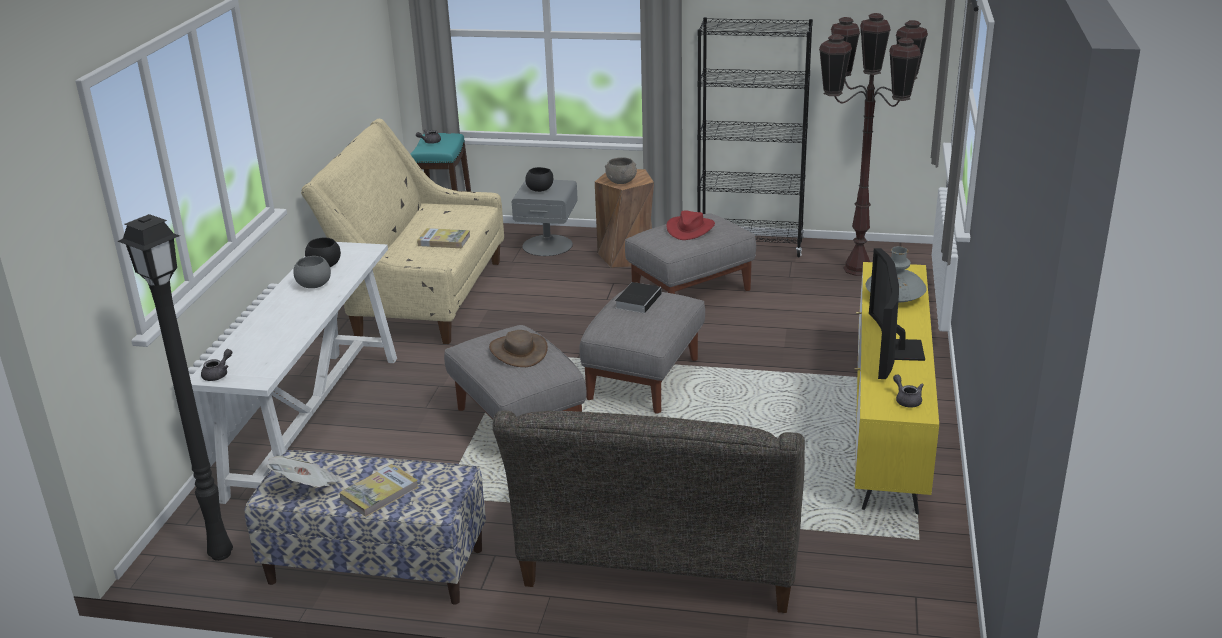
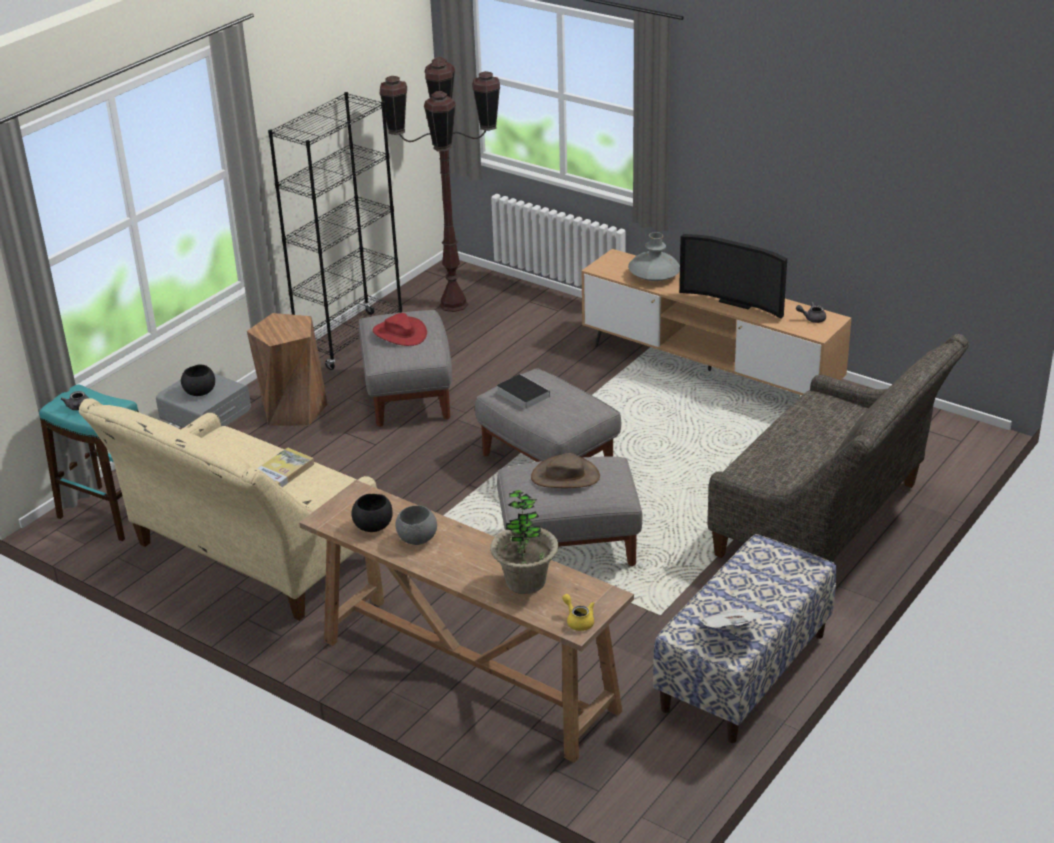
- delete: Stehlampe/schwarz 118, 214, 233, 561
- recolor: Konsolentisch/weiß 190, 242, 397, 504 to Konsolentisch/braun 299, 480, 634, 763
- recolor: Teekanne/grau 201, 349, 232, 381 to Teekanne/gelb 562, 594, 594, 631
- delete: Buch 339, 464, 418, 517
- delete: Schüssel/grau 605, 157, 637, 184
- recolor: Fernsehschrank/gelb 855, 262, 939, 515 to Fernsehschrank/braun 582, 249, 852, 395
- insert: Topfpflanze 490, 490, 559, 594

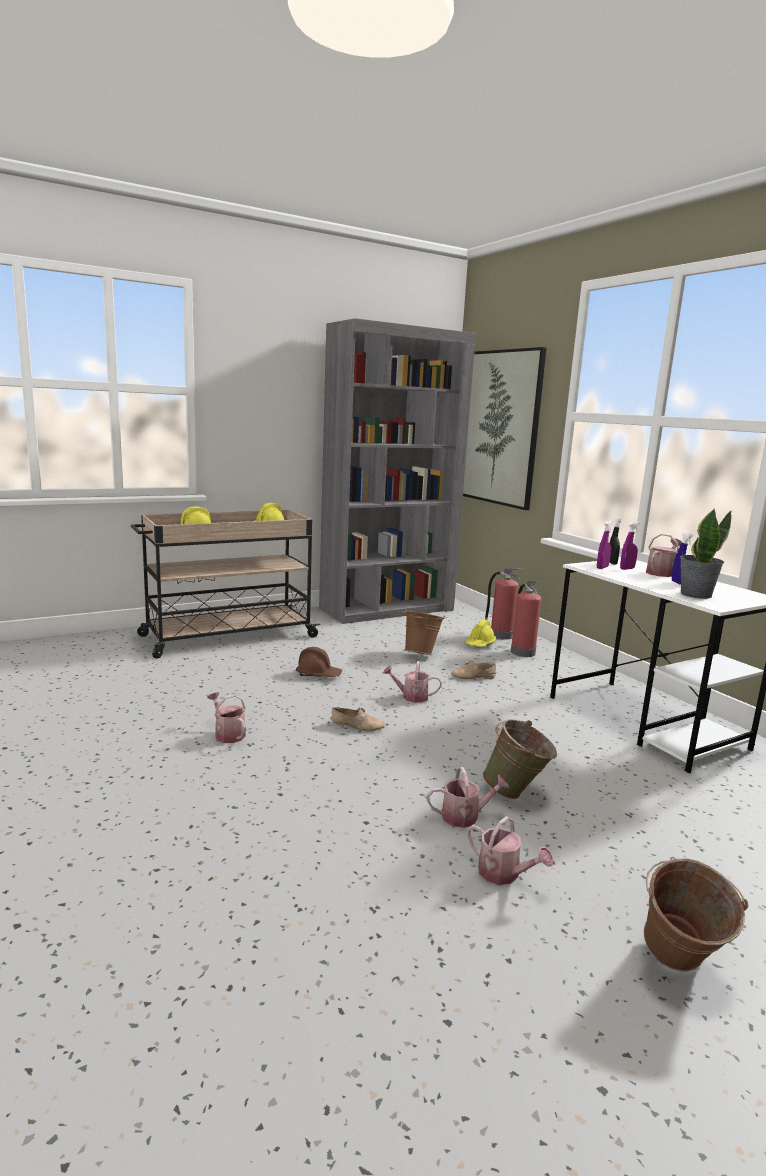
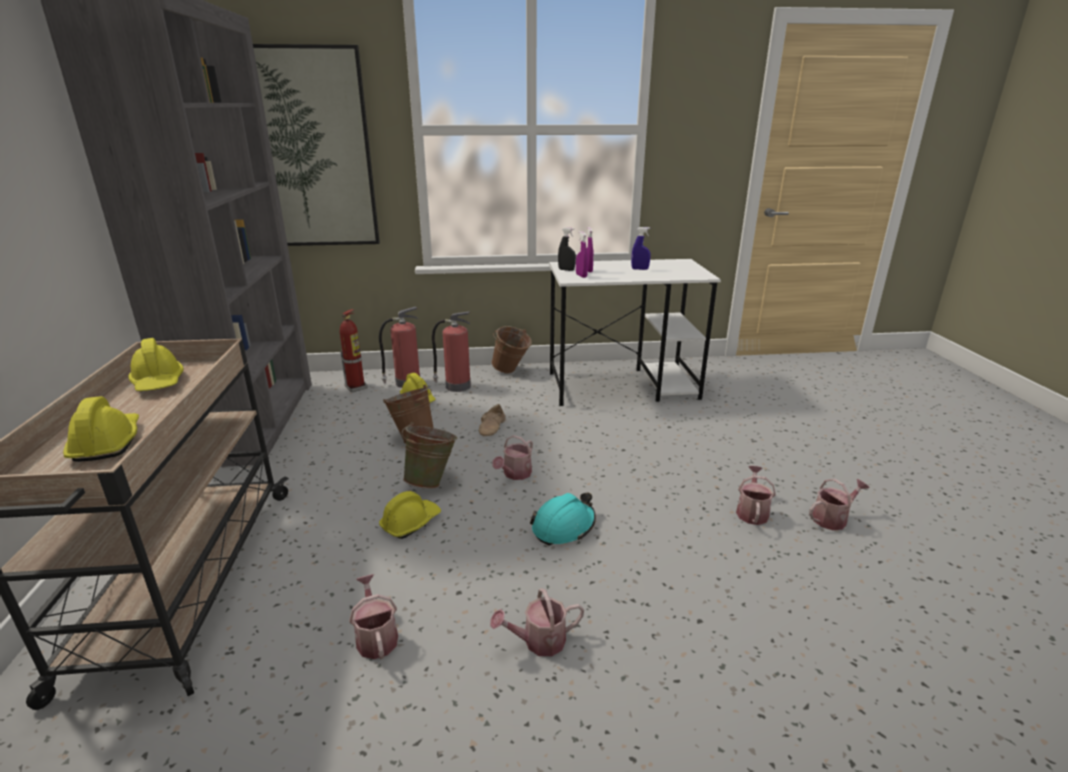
- recolor: Schutzhelm/braun 296, 647, 342, 677 to Schutzhelm/gelb 379, 491, 441, 539
- replace: Schuh/beige 330, 707, 385, 732 to Schutzhelm/türkis 530, 493, 596, 545
- move: Eimer/grün 483, 719, 557, 799 to 401, 422, 457, 489
- move: Eimer/braun 644, 858, 748, 971 to 491, 326, 532, 374
- move: Gießkanne 646, 534, 682, 577 to 349, 574, 398, 660
- delete: Topfpflanze 680, 509, 731, 599
- insert: Feuerlöscher 340, 309, 368, 393

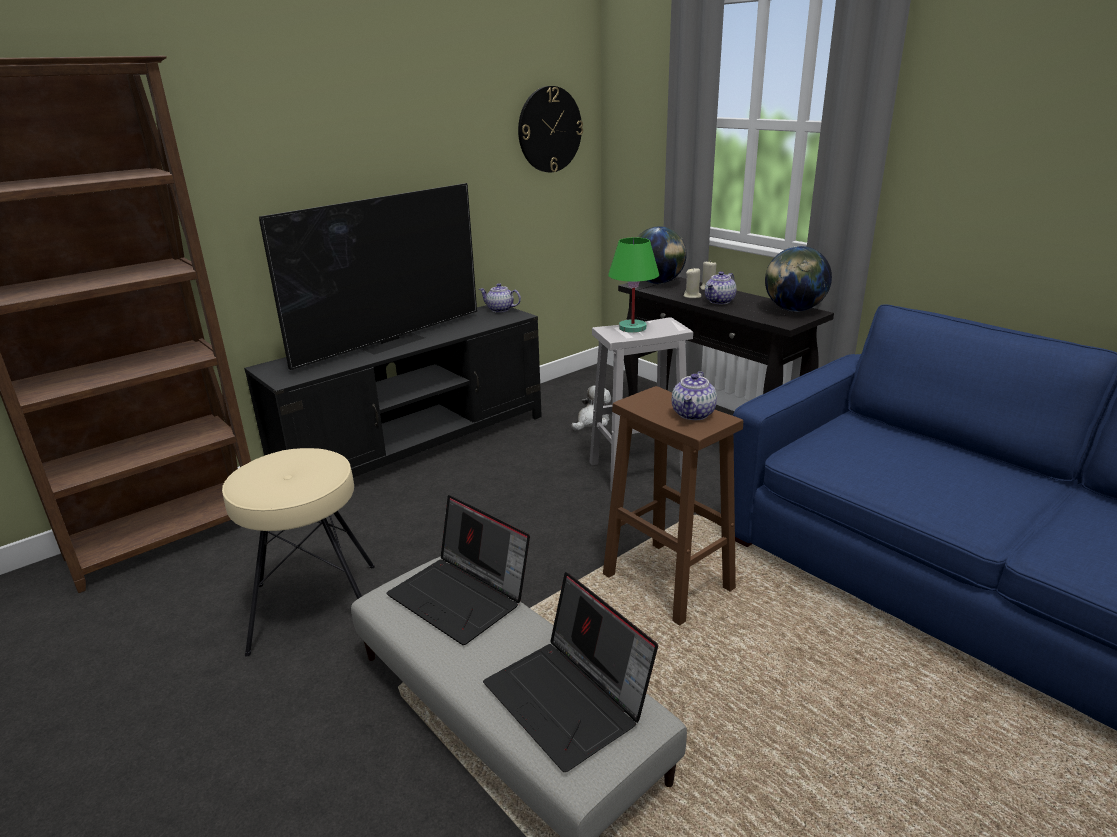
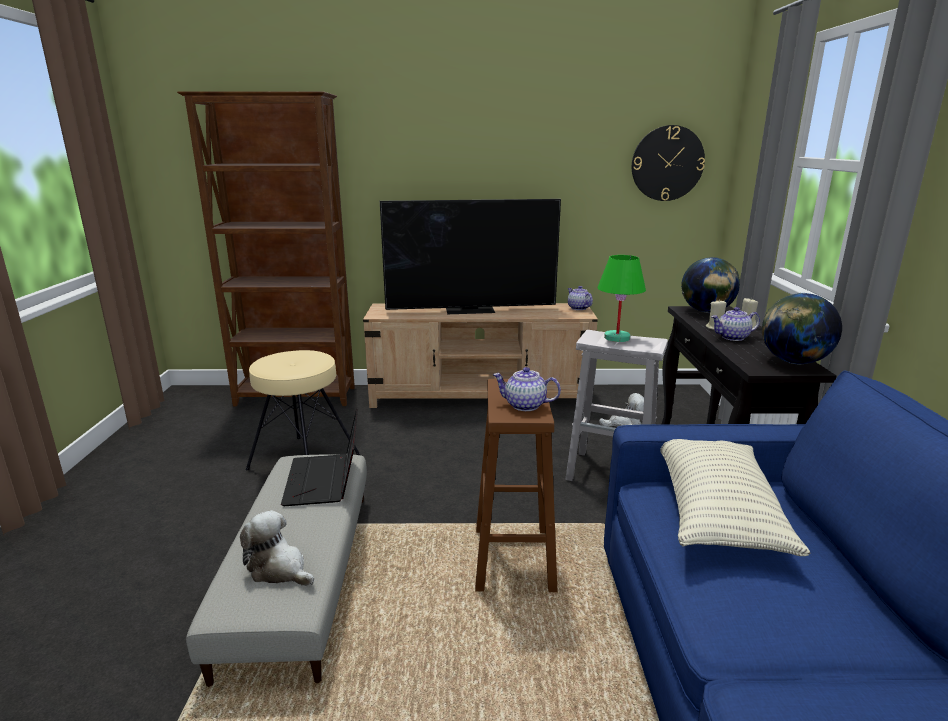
- recolor: Fernsehschrank/schwarz 244, 305, 542, 477 to Fernsehschrank/beige 363, 303, 598, 408
- replace: Laptop 483, 572, 658, 772 to Plüschtier 240, 510, 314, 586
- rotate: Teekanne 672, 371, 717, 420 = 493, 367, 561, 411 45 degrees clockwise
- insert: Kissen 660, 439, 810, 556

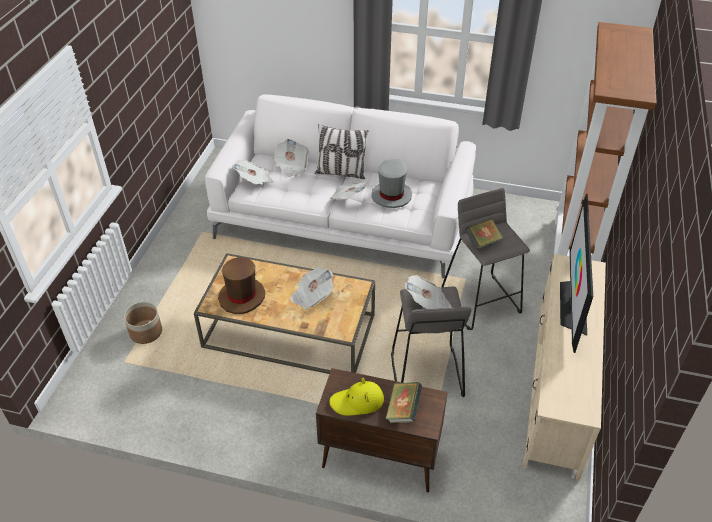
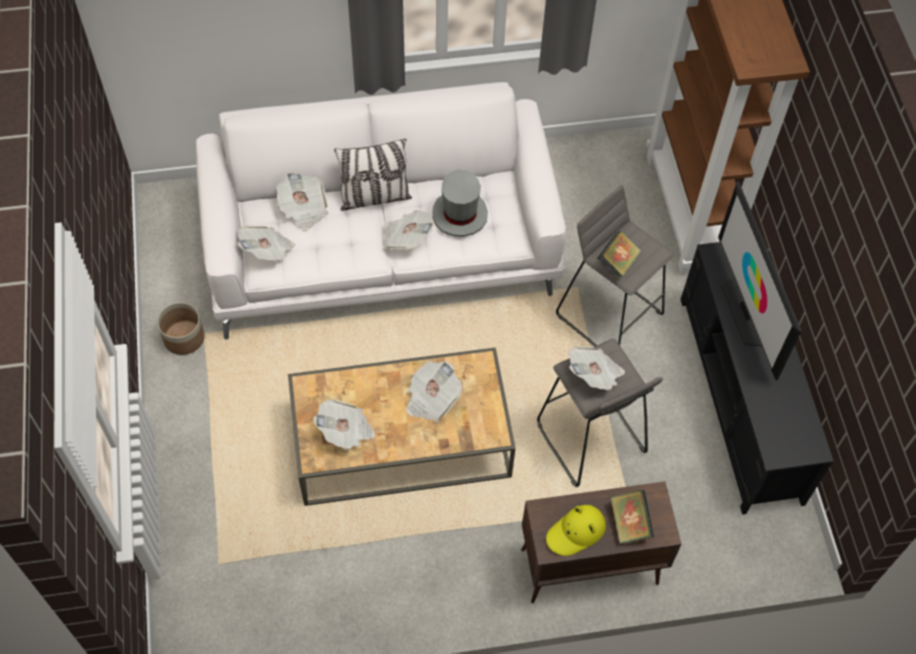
- move: Pflanzkübel 124, 302, 162, 344 to 157, 302, 204, 355
- replace: Hut/braun 218, 257, 265, 314 to Zeitung 313, 399, 376, 450
- recolor: Fernsehschrank/beige 522, 254, 606, 480 to Fernsehschrank/schwarz 681, 242, 834, 515

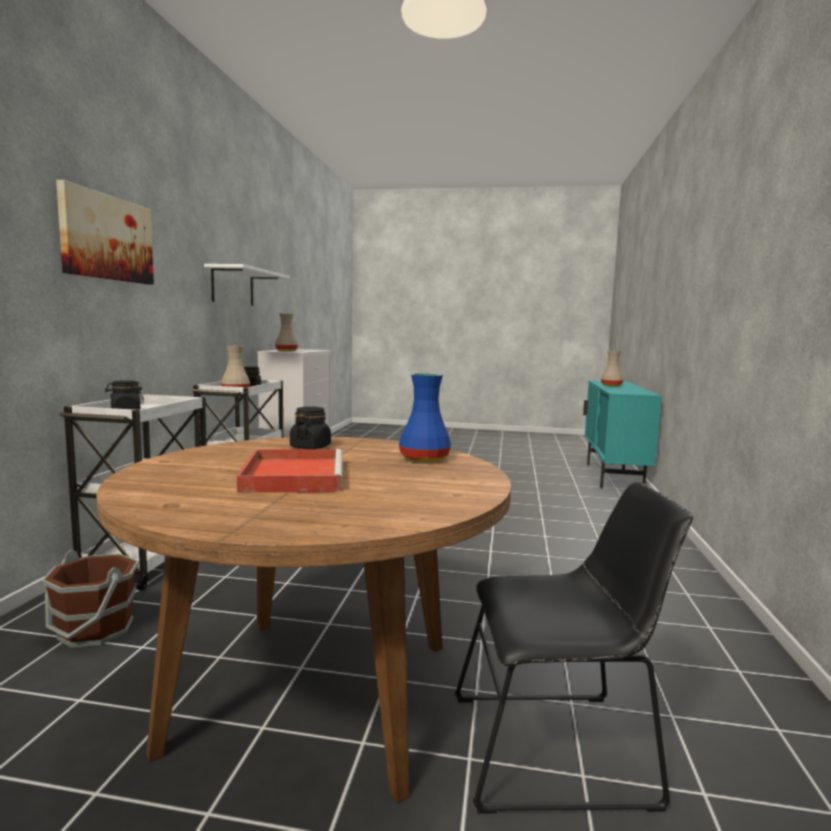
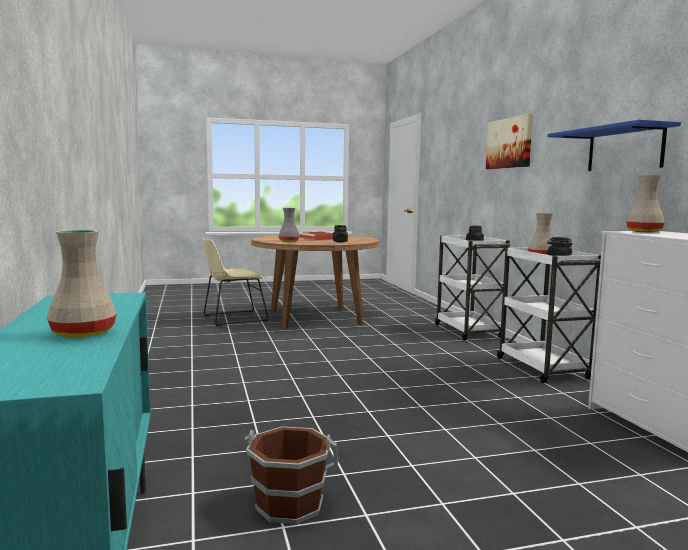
- move: Eimer/braun 42, 550, 139, 648 to 245, 426, 338, 524
- recolor: Wandregal/weiß 204, 264, 290, 306 to Wandregal/blau 548, 119, 681, 171
- recolor: Vase/blau 399, 373, 451, 462 to Vase/grau 279, 208, 300, 242
- recolor: Stuhl/schwarz 455, 482, 693, 814 to Stuhl/beige 201, 237, 269, 326

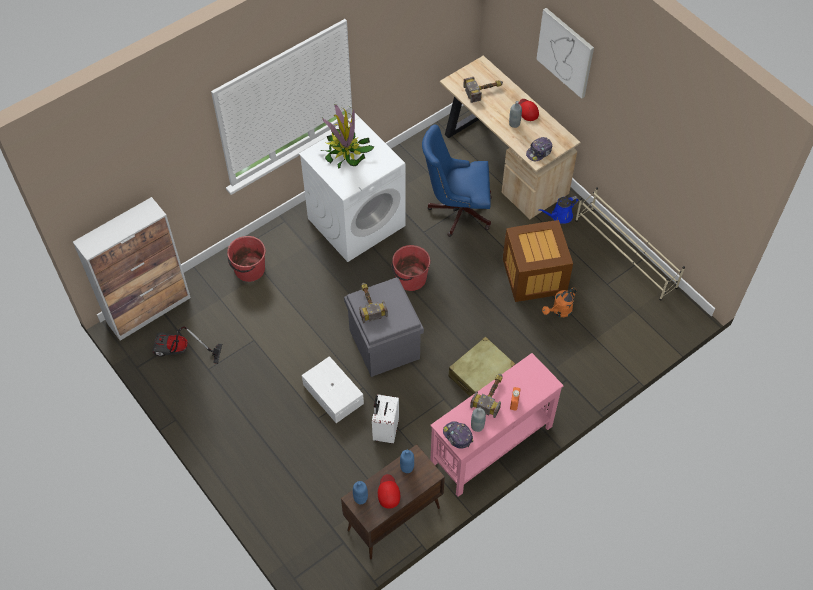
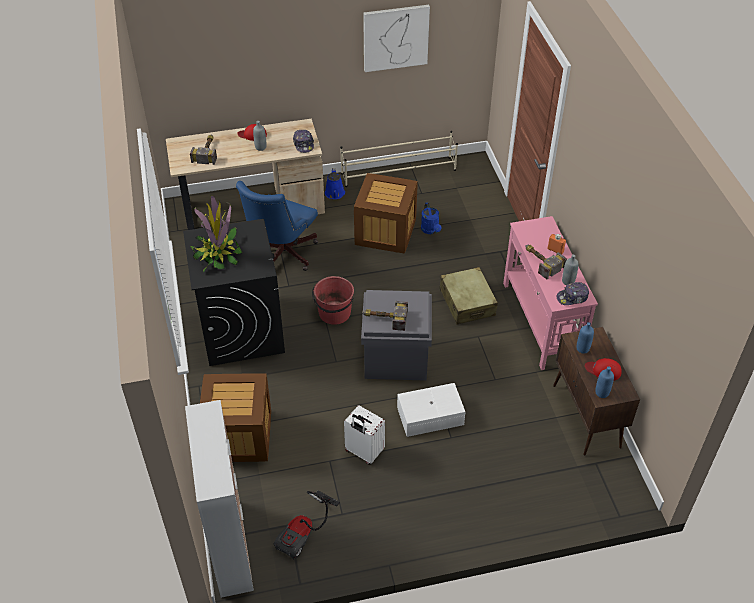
- replace: Eimer/rot 227, 236, 266, 282 to Kiste 200, 373, 271, 462
- recolor: Waschmaschine/weiß 299, 118, 405, 262 to Waschmaschine/schwarz 183, 219, 285, 366
- move: Koffer/weiß 372, 394, 399, 444 to 344, 405, 385, 465
- move: Bild 536, 8, 594, 99 to 363, 5, 430, 72
- recolor: Gießkanne/orange 542, 288, 577, 317 to Gießkanne/blau 421, 202, 442, 234

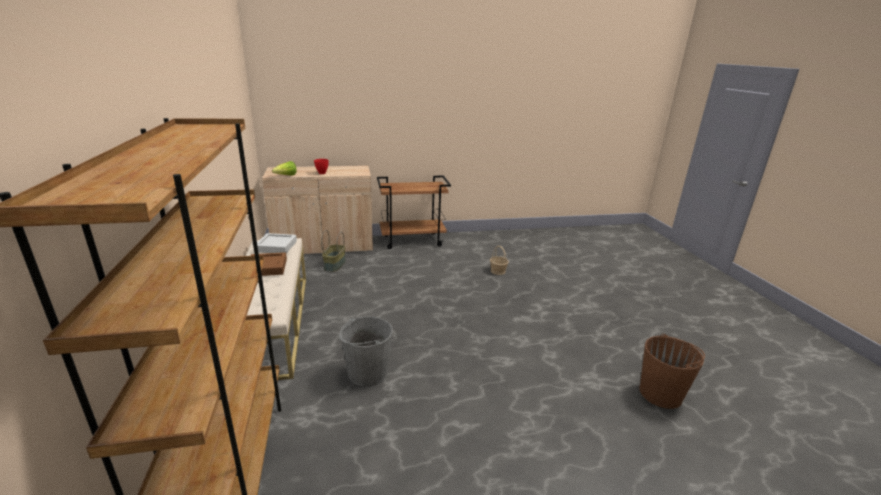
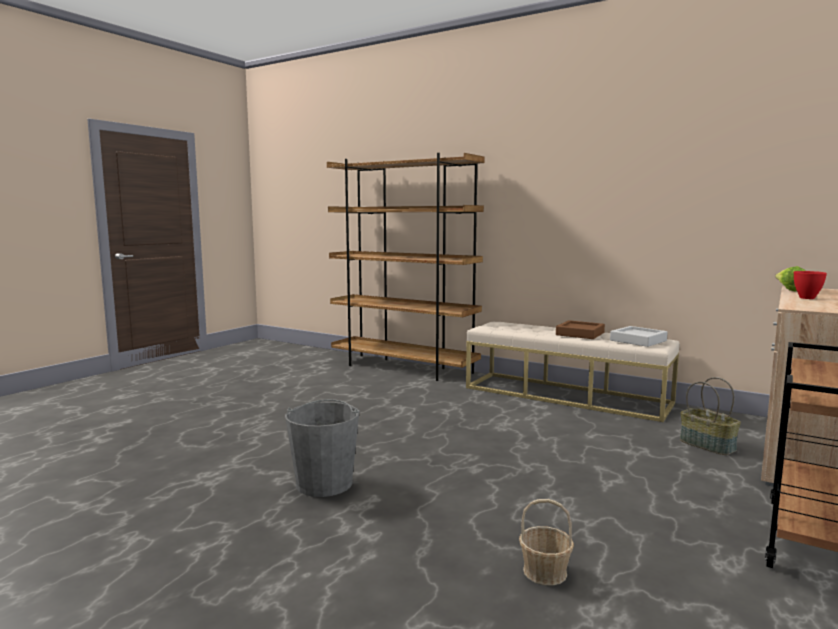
- move: Eimer/grau 339, 316, 393, 387 to 285, 399, 360, 497
- delete: Eimer/braun 639, 334, 705, 409

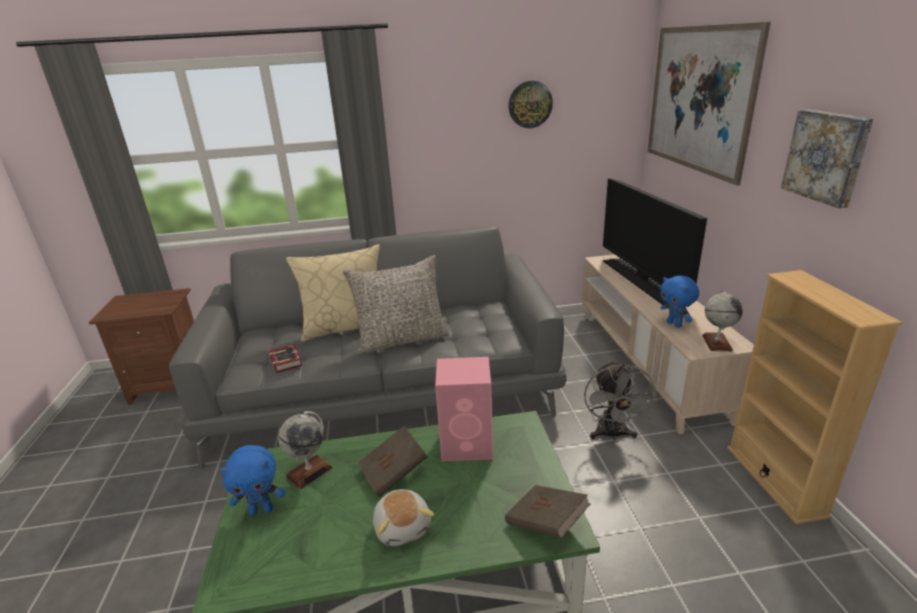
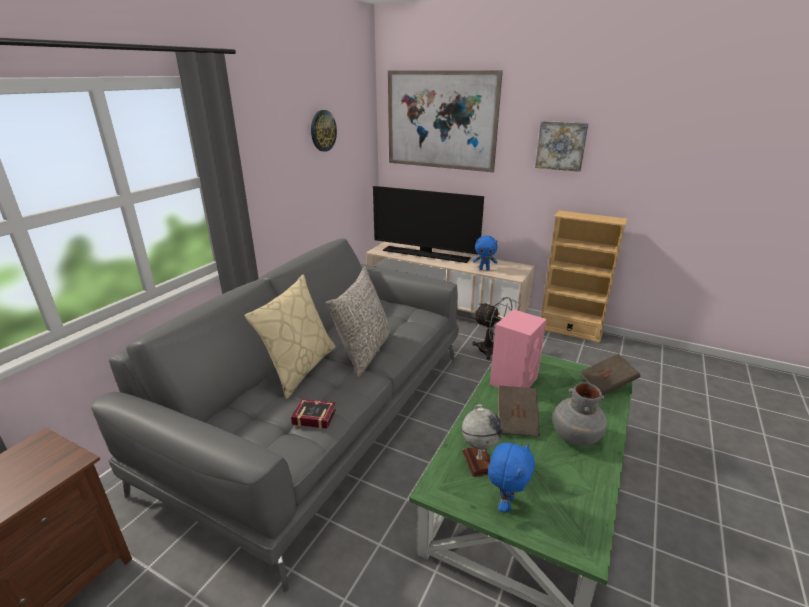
- replace: Plüschtier 373, 489, 434, 546 to Vase/grau 553, 382, 607, 446
- delete: Globus 702, 290, 743, 351

